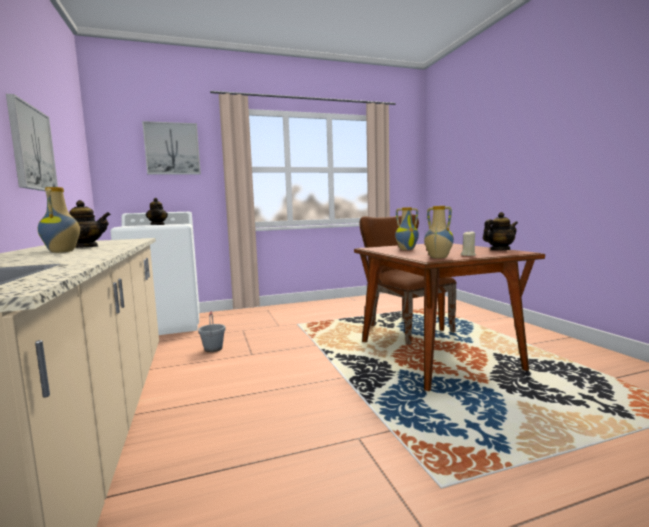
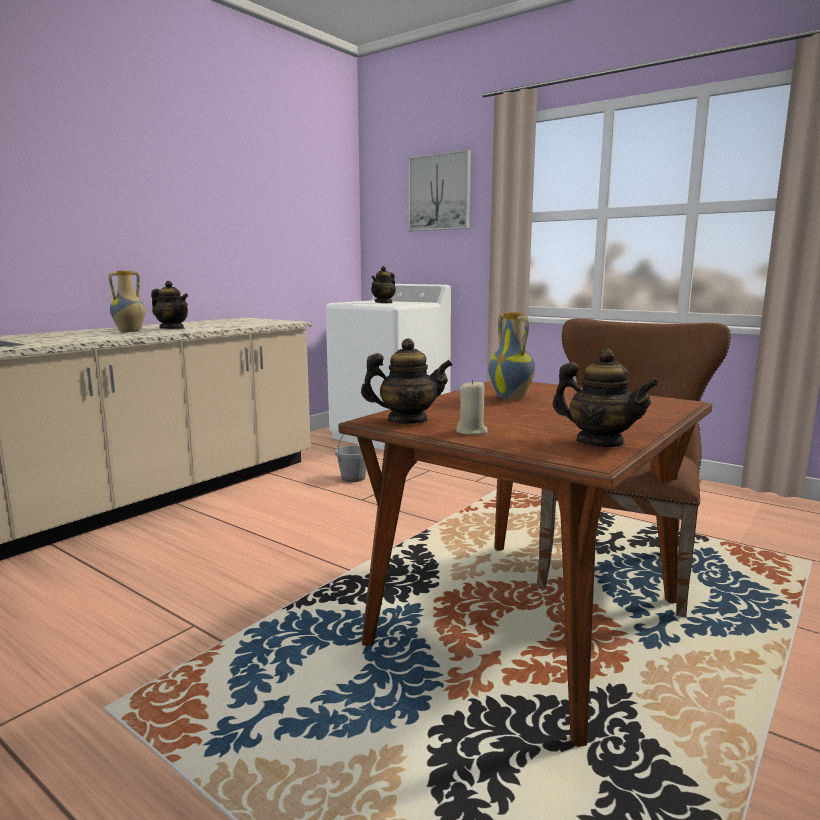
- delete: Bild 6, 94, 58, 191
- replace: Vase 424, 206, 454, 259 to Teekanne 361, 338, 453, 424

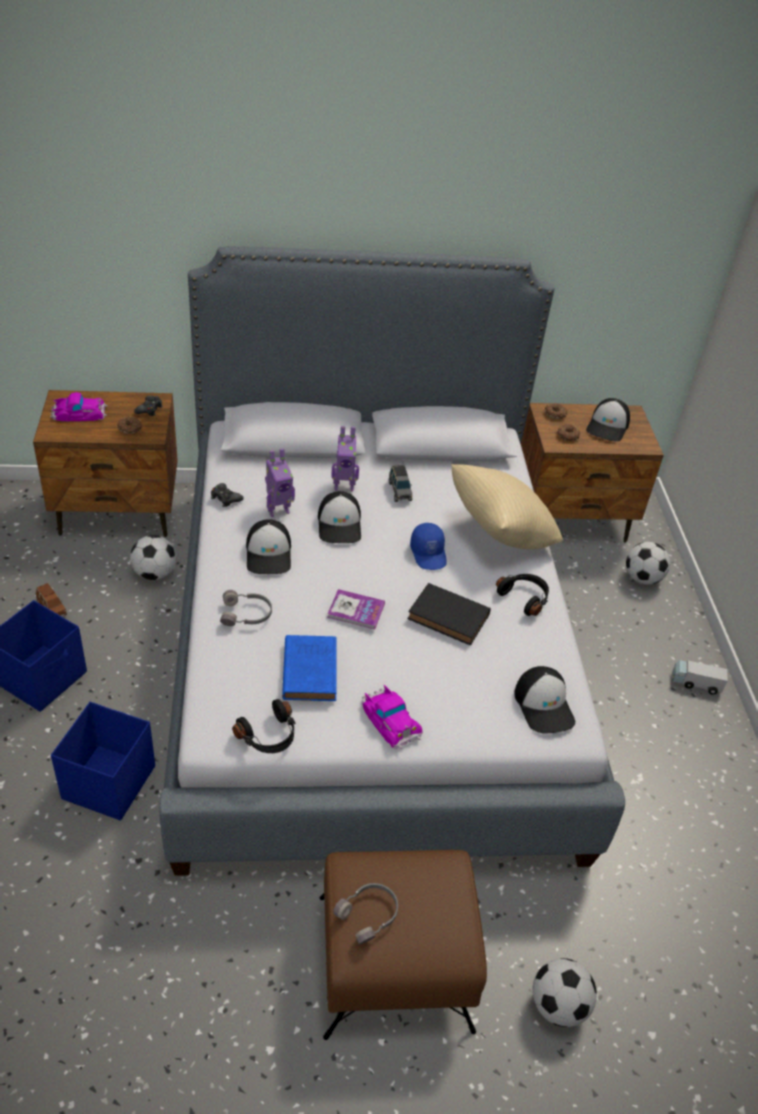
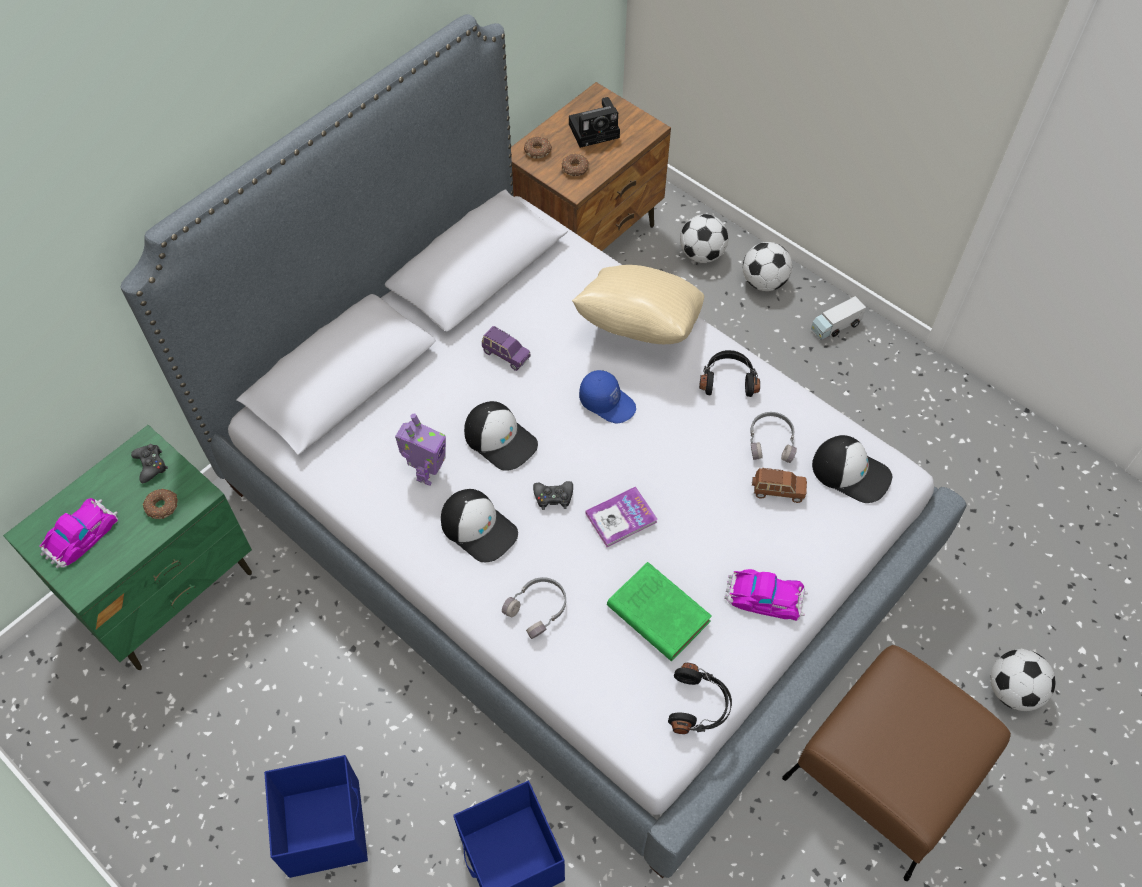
- recolor: Nachttisch/braun 33, 390, 178, 537 to Nachttisch/grün 3, 425, 252, 670
- move: Spielzeugauto/braun 36, 583, 67, 616 to 752, 468, 807, 503
- move: Fußball 130, 535, 176, 580 to 743, 242, 792, 291
- move: Gamepad/schwarz 211, 483, 244, 507 to 533, 481, 573, 510
- recolor: Buch/blau 282, 635, 337, 701 to Buch/grün 607, 562, 712, 661
- delete: Spielzeugroboter 331, 426, 359, 491
- move: Kopfhörer/grau 333, 883, 398, 945 to 750, 412, 797, 463
- recolor: Spielzeugauto/grau 389, 465, 412, 502 to Spielzeugauto/lila 482, 326, 531, 371
- delete: Buch/schwarz 407, 583, 491, 646
- replace: Kappe 586, 398, 630, 442 to Kamera 569, 97, 620, 148

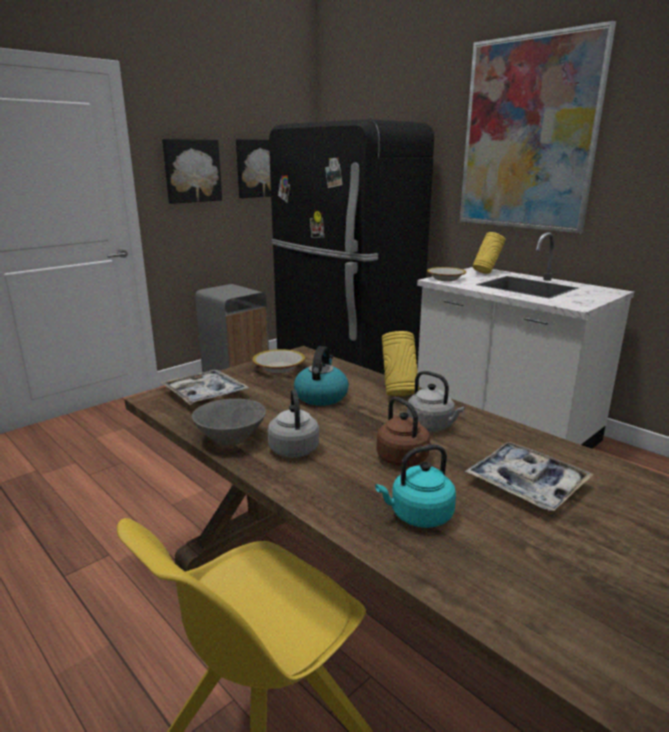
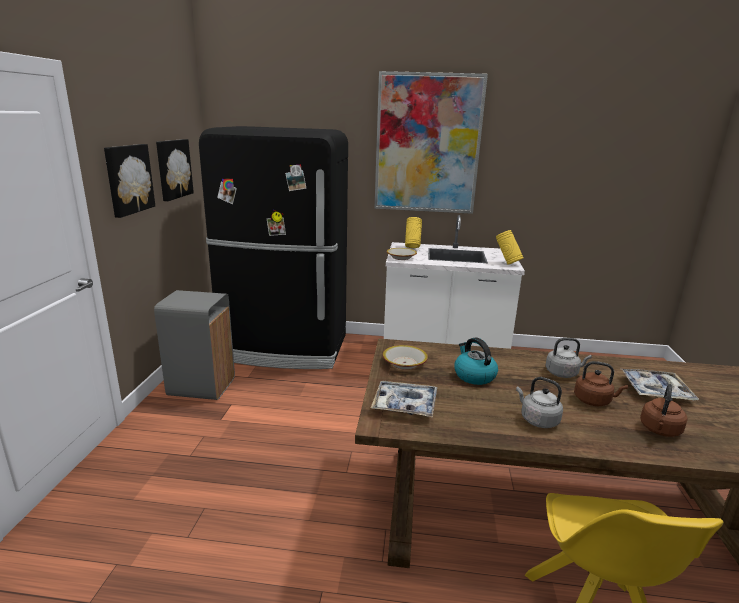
- delete: Schüssel/grau 192, 399, 266, 446
- recolor: Wasserkessel/türkis 375, 444, 456, 528 to Wasserkessel/braun 640, 384, 688, 437
- move: Vase/gelb 382, 331, 419, 396 to 496, 230, 523, 265

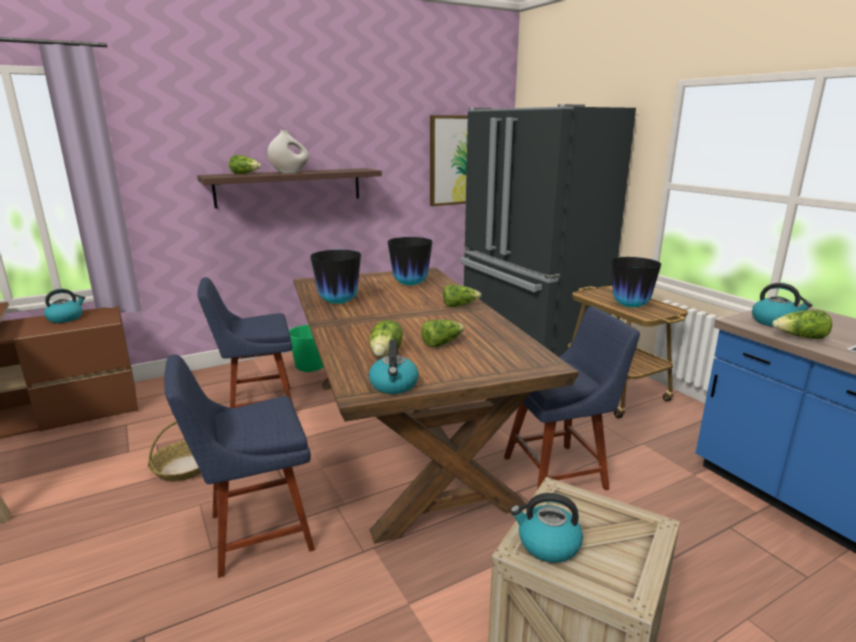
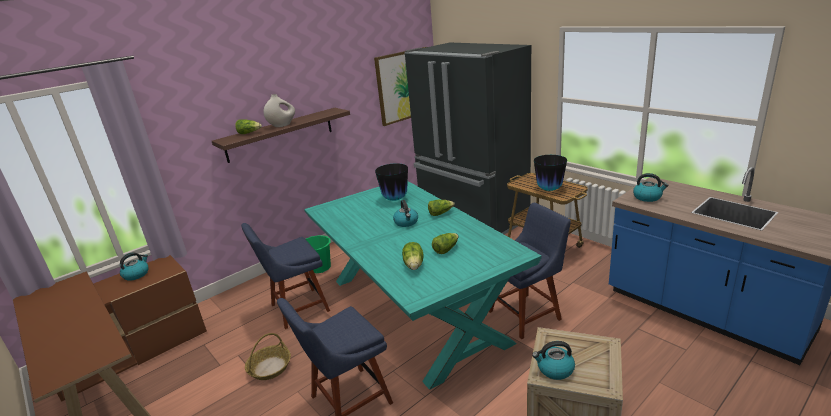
- recolor: Esstisch/braun 293, 268, 579, 544 to Esstisch/türkis 304, 181, 542, 390
- delete: Vase 310, 250, 361, 304
- move: Wasserkessel 369, 340, 419, 394 to 393, 200, 418, 227
- delete: Salatkopf 772, 310, 832, 339

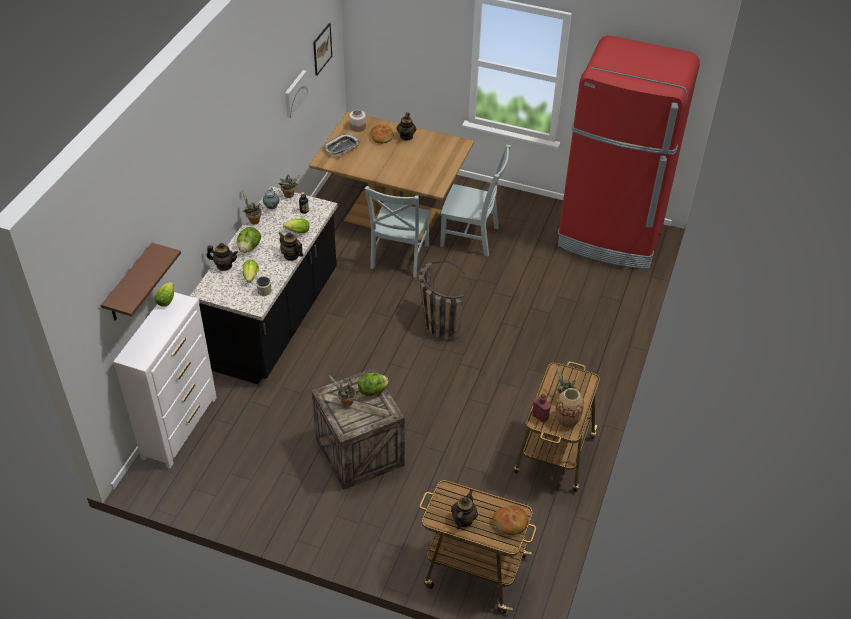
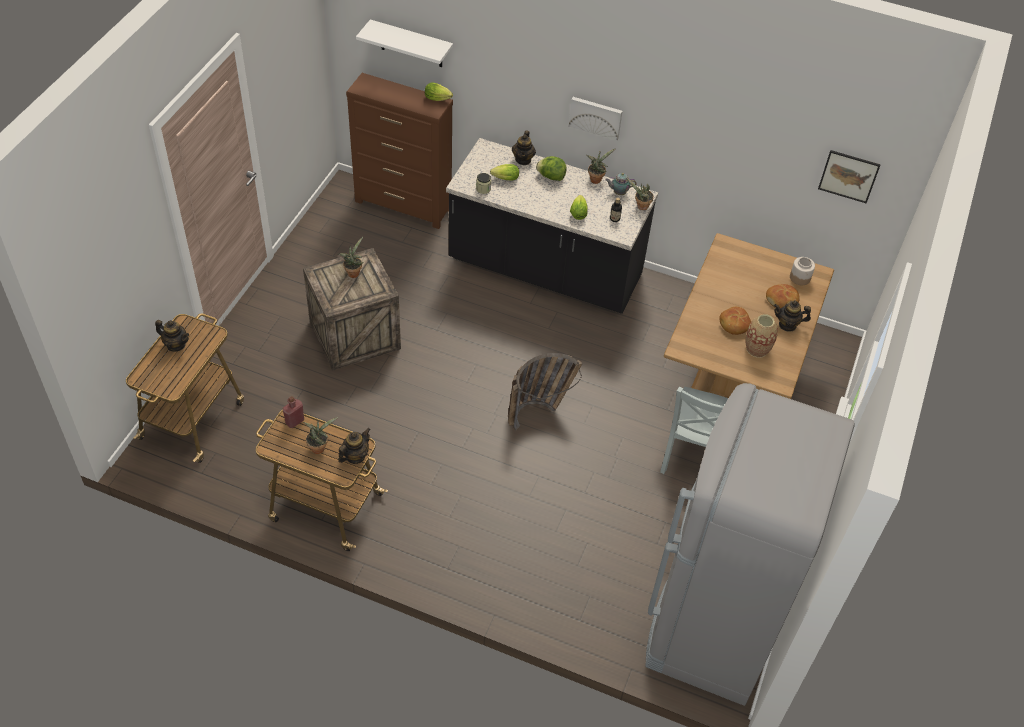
- recolor: Wandregal/braun 101, 243, 181, 320 to Wandregal/weiß 356, 19, 453, 67
- recolor: Kommode/weiß 113, 292, 217, 469 to Kommode/braun 346, 73, 453, 229
- move: Teekanne 279, 232, 303, 261 to 338, 428, 371, 464
- move: Bild 285, 70, 308, 118 to 569, 97, 622, 141
- delete: Tablett 323, 134, 361, 156
- delete: Salatkopf 358, 373, 388, 396
- delete: Stuhl/grau 364, 186, 430, 277
- move: Brot 493, 505, 528, 535 to 719, 307, 751, 335
- move: Vase 556, 388, 584, 428 to 745, 314, 778, 358
- recolor: Kühlschrank/rot 558, 36, 700, 269 to Kühlschrank/grau 646, 383, 855, 706

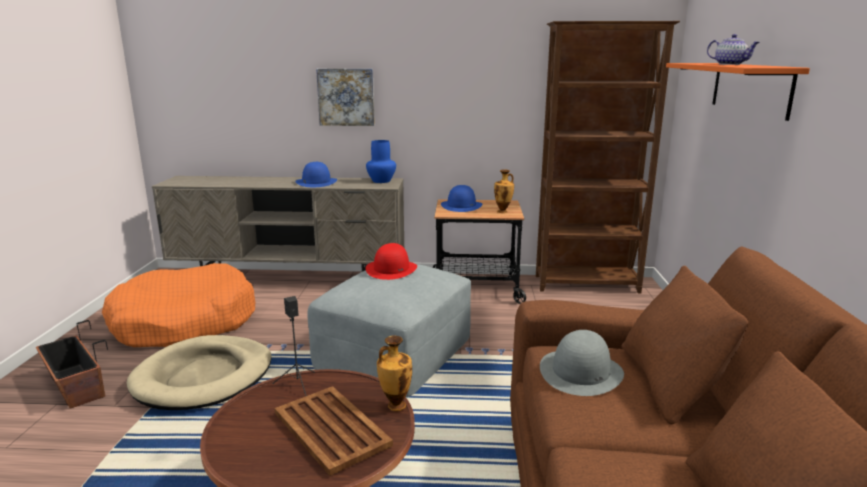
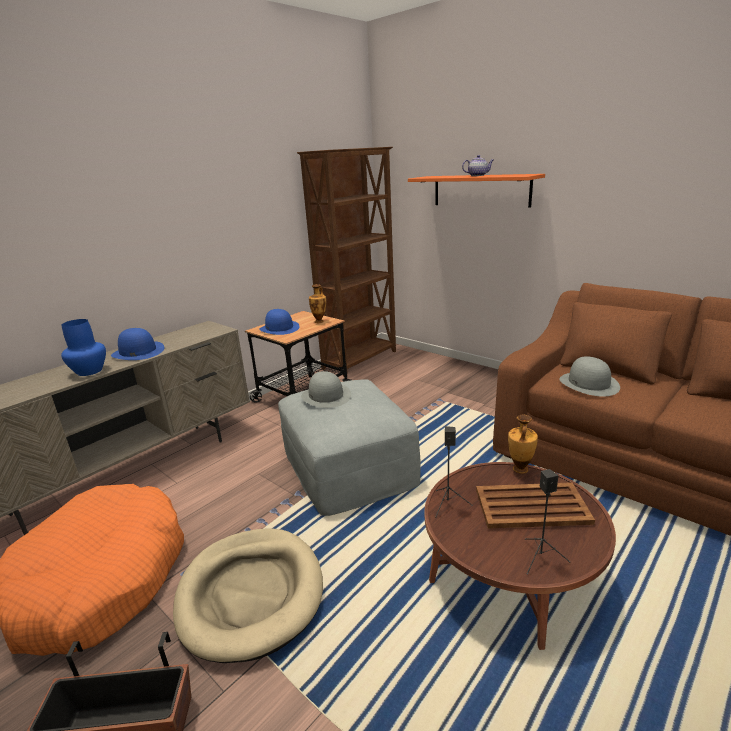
- delete: Bild 316, 69, 375, 126
- move: Vase/blau 366, 140, 396, 183 to 61, 319, 106, 376
- recolor: Hut/rot 366, 243, 417, 280 to Hut/grau 301, 371, 351, 408
- insert: Lautsprecher/schwarz 525, 469, 570, 575

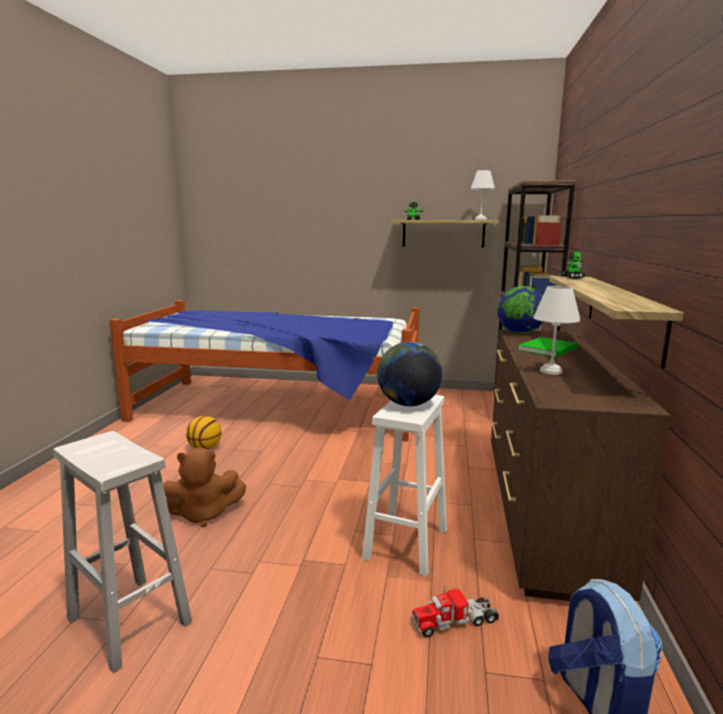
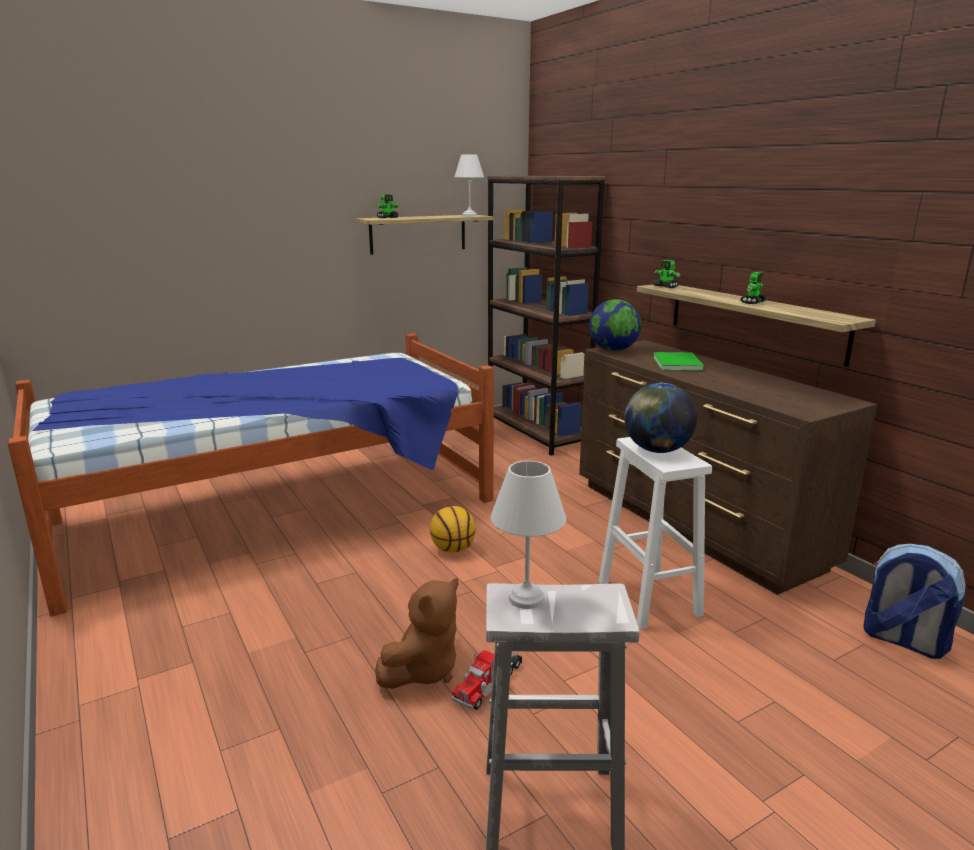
- move: Basketball 186, 416, 222, 449 to 430, 506, 476, 553
- move: Spielzeuglaster 411, 586, 499, 637 to 452, 650, 522, 711
- move: Tischlampe/weiß 533, 286, 580, 375 to 491, 461, 566, 609
- insert: Spielzeugroboter 740, 272, 767, 304

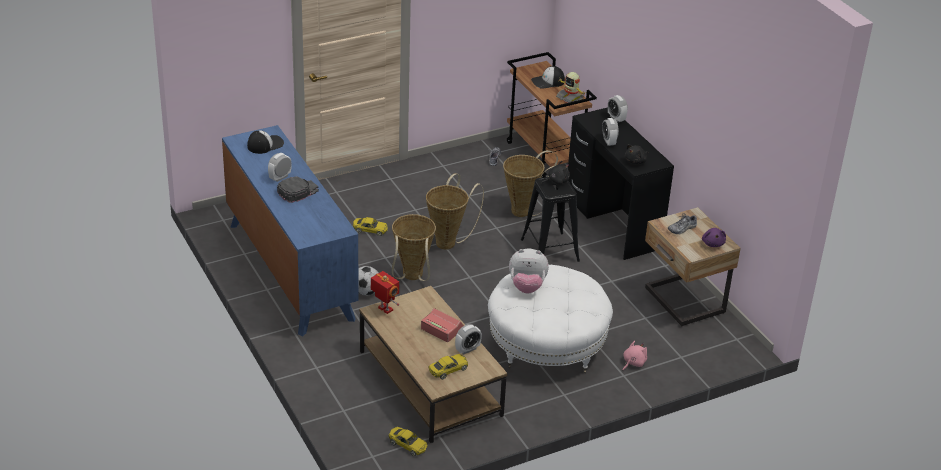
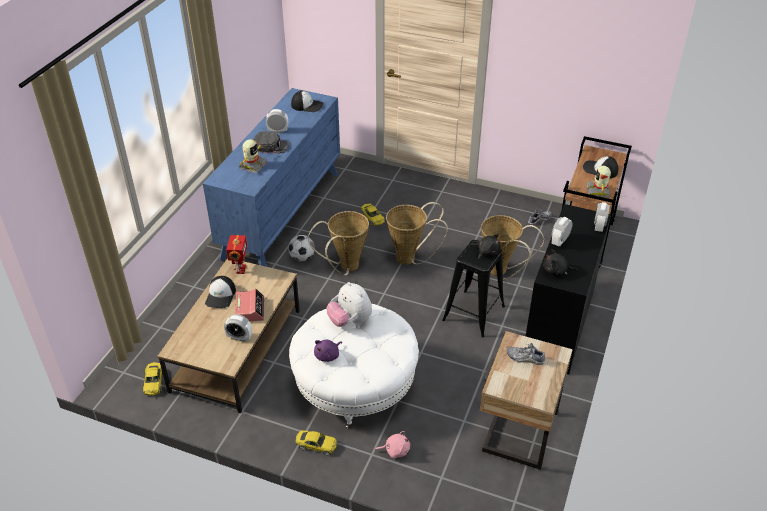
- move: Spielzeugauto/gelb 428, 354, 468, 380 to 295, 430, 337, 455
- move: Plüschtier/lila 702, 228, 726, 247 to 314, 340, 342, 362
- insert: Kappe 205, 276, 236, 308
- insert: Spielzeugroboter 239, 139, 268, 173

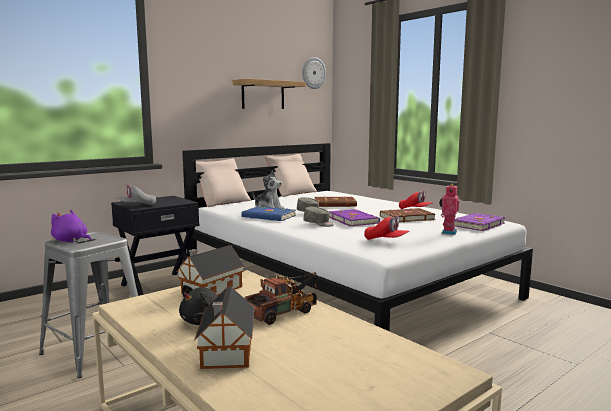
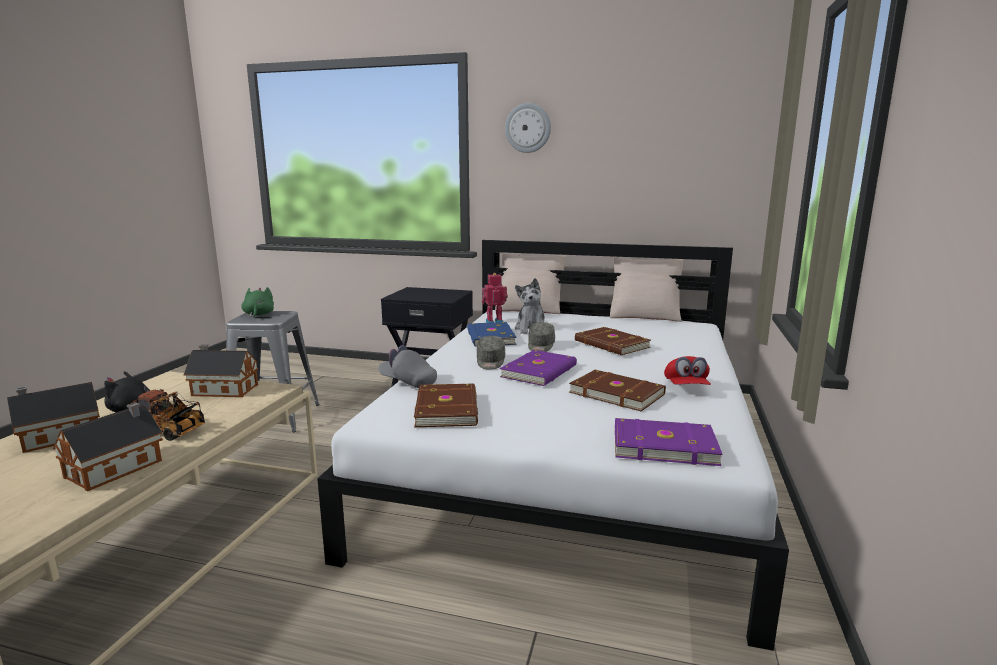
- recolor: Plüschtier/lila 51, 210, 92, 242 to Plüschtier/grün 241, 287, 274, 318
- move: Kappe/grau 116, 184, 156, 205 to 378, 345, 437, 388
- delete: Wandregal 233, 79, 306, 109
- move: Wanduhr 302, 57, 326, 89 to 505, 103, 551, 153
- replace: Kappe/rot 364, 215, 410, 240 to Buch/braun 414, 384, 478, 427
- move: Spielzeugroboter 439, 184, 459, 235 to 482, 273, 508, 323
- insert: Spielzeughaus 53, 402, 163, 491

